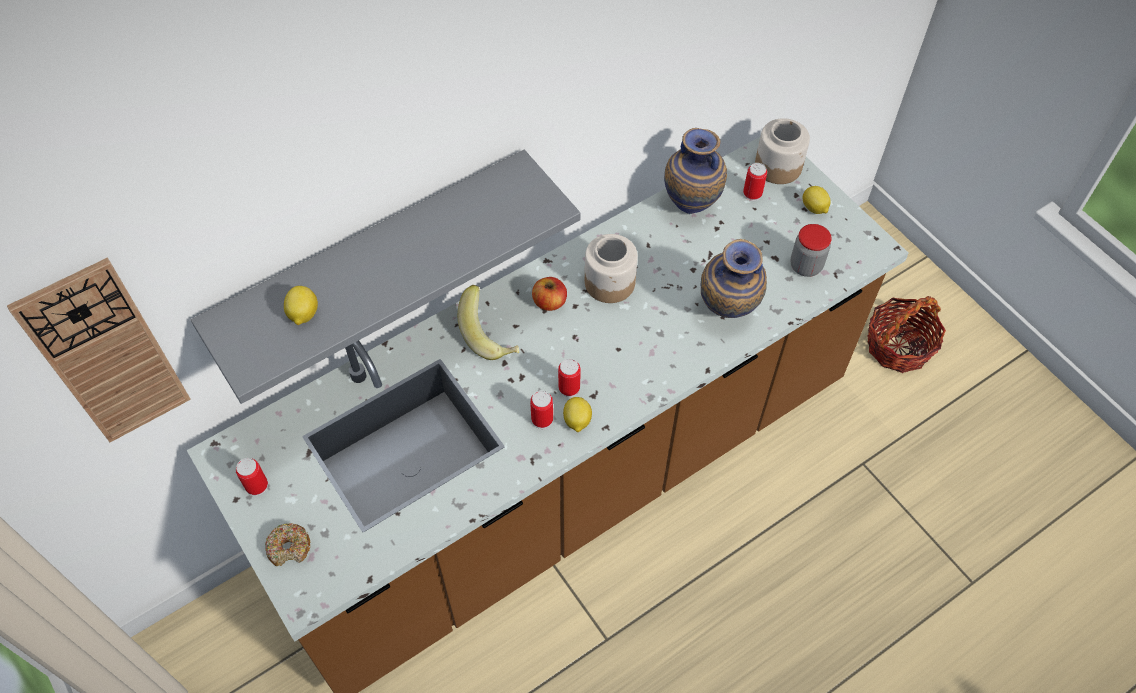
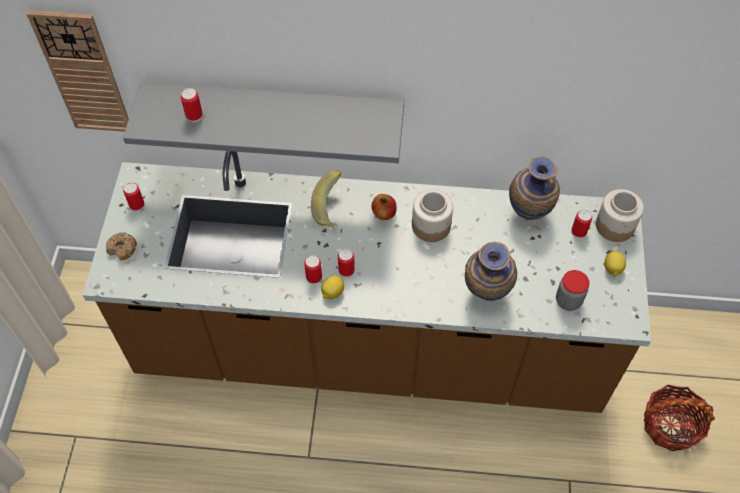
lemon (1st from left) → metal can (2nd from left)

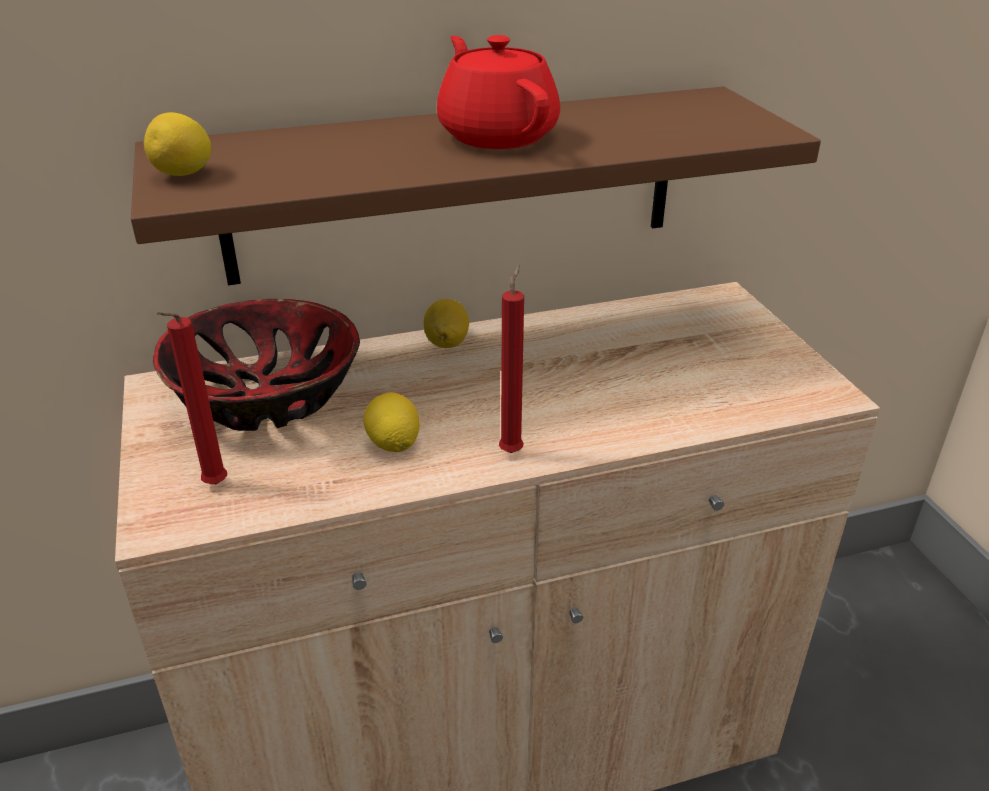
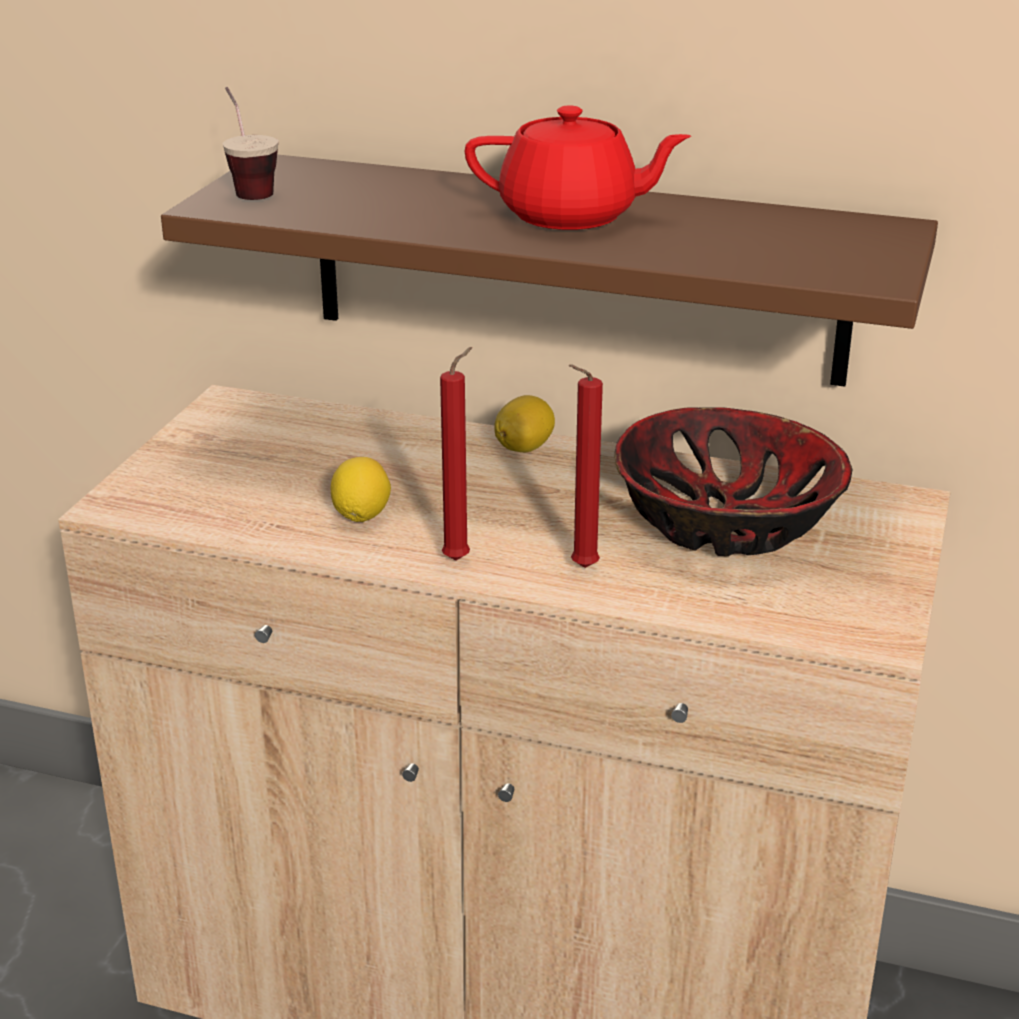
lemon (1st from left) → cup
red-coloured pot for tea, 90 degrees clockwise
red-coloured wax light (1st from left in the first image) → red-coloured wax light (2nd from left), move
deep dish, move

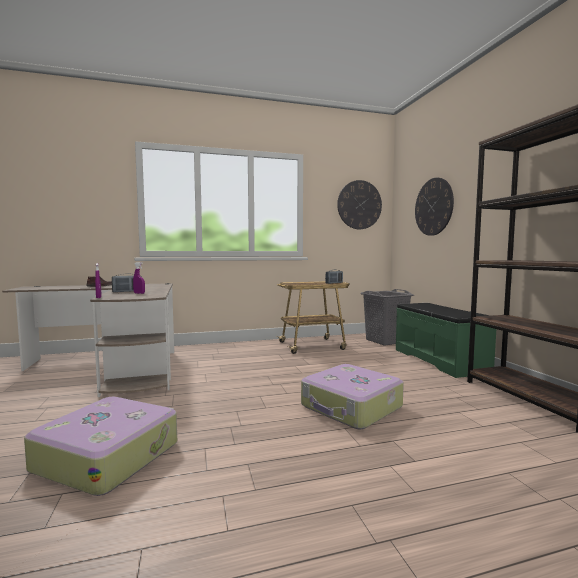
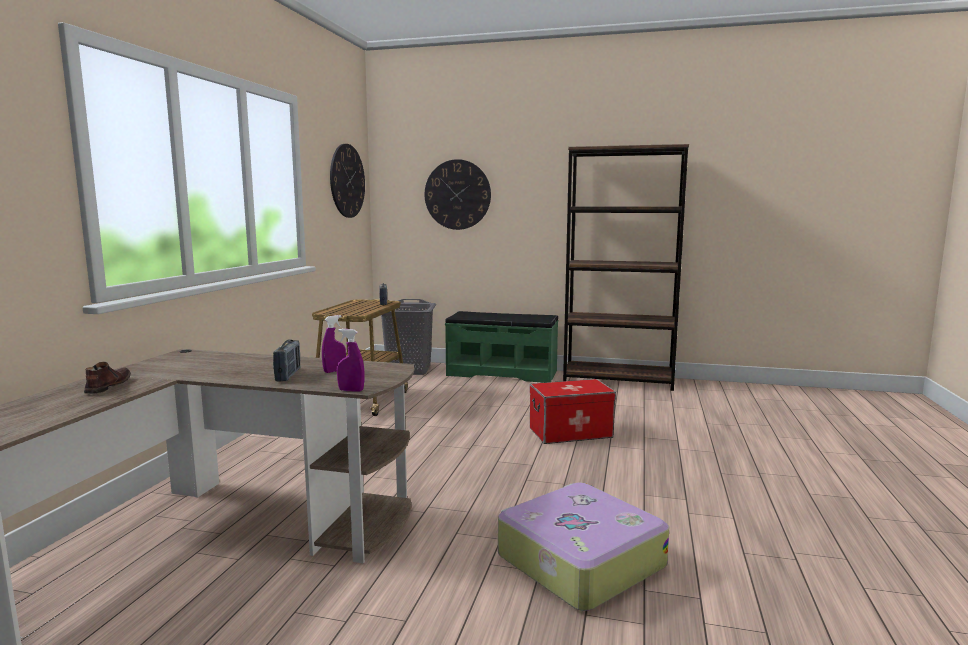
suitcase (2nd from left) → storage box

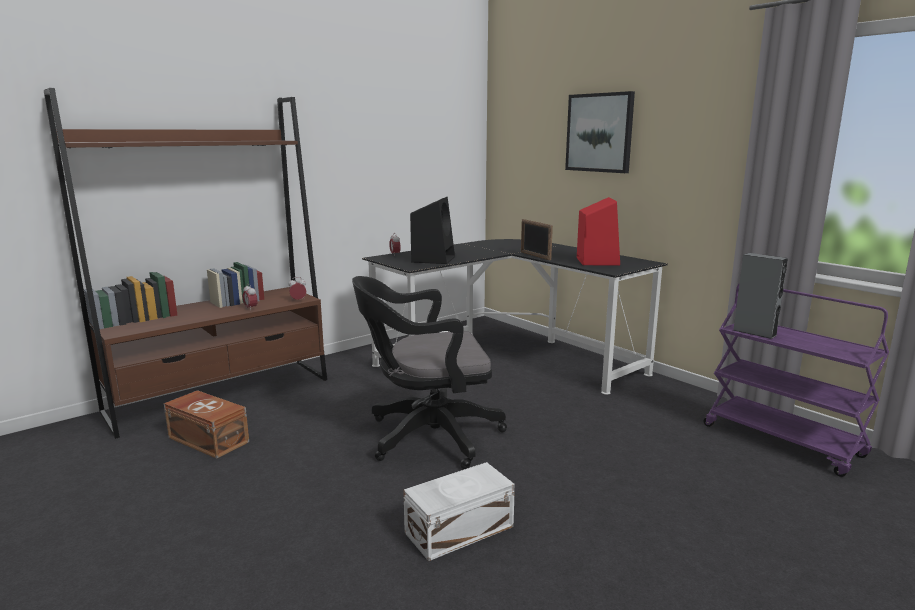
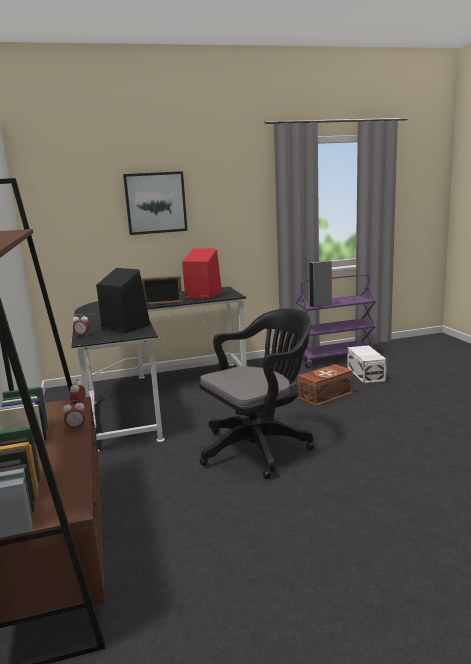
black-coloured computer chair, 135 degrees counterclockwise
brown storage box, move
white-coloured storage box, move

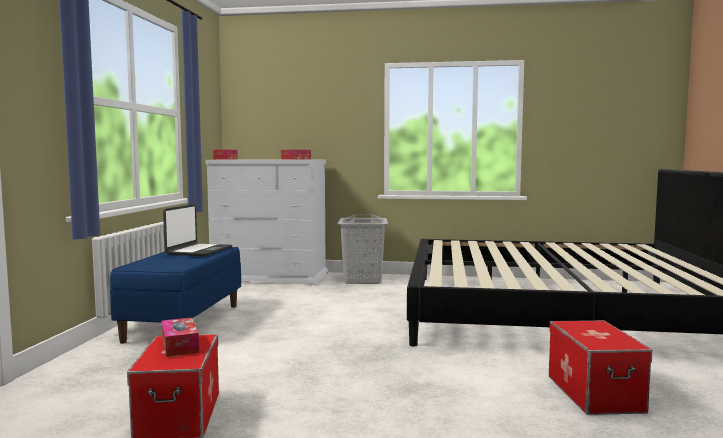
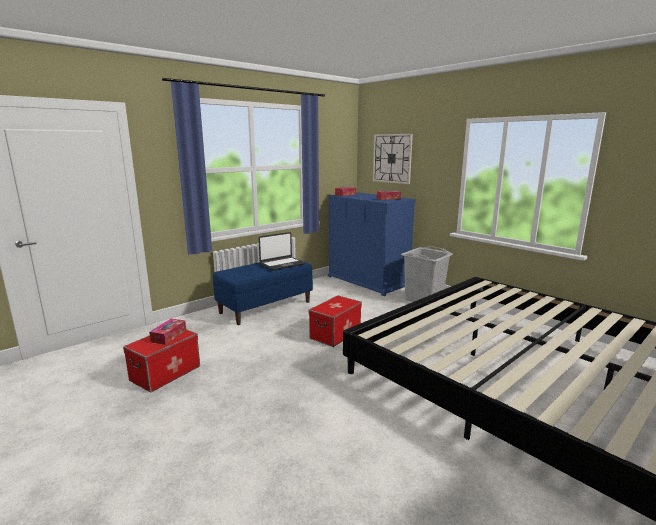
storage box (2nd from left), move
white-coloured drawer chest → blue drawer chest
- → clock on the wall

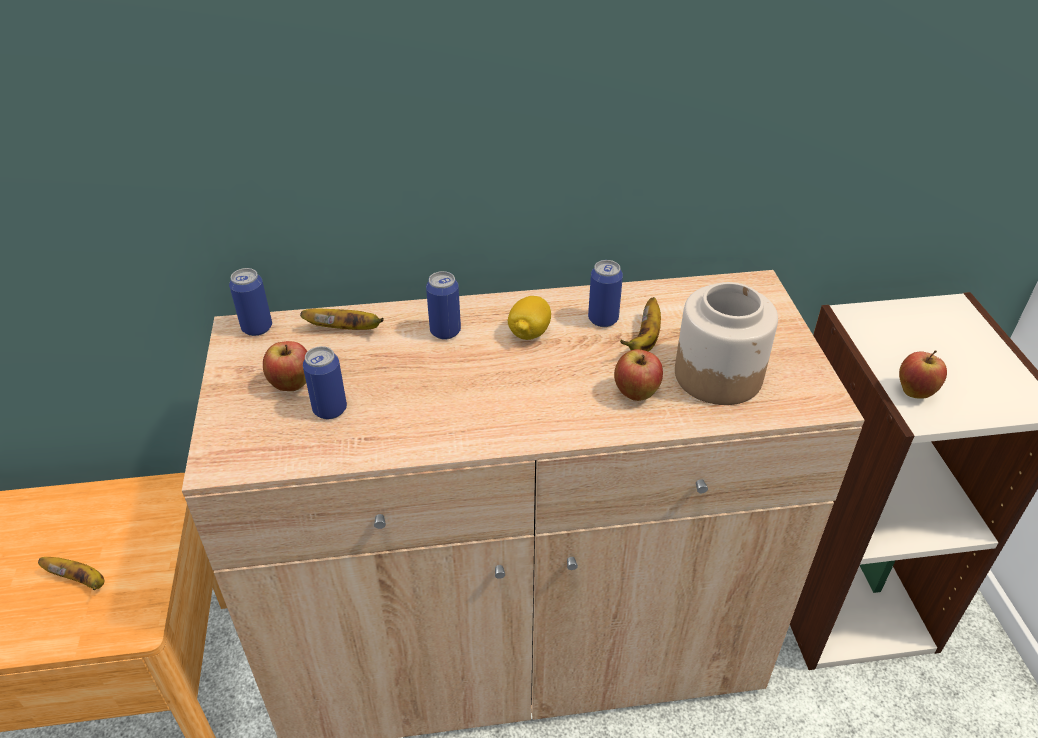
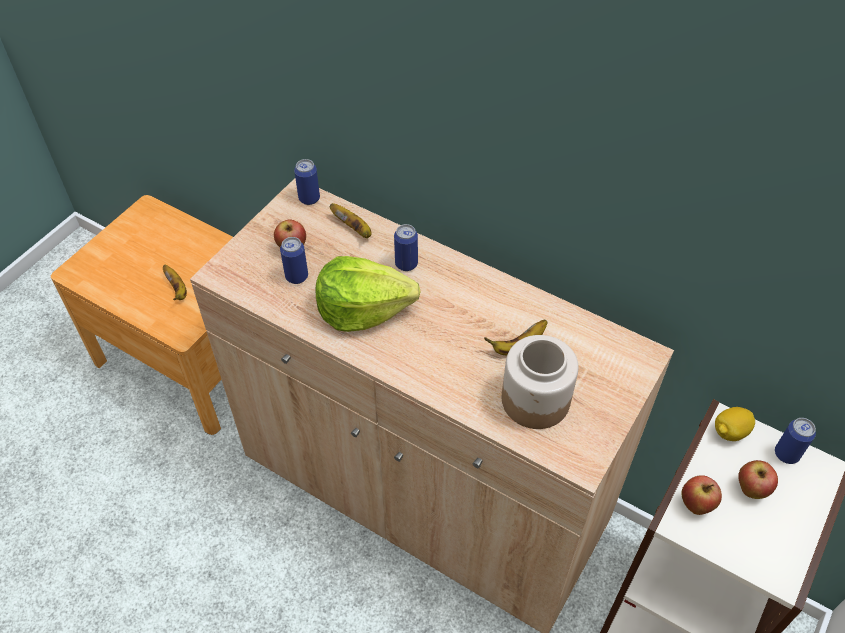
- → lettuce head
lemon, move
whole apple (2nd from left in the first image) → whole apple (3rd from left), move
metal can (4th from left), move

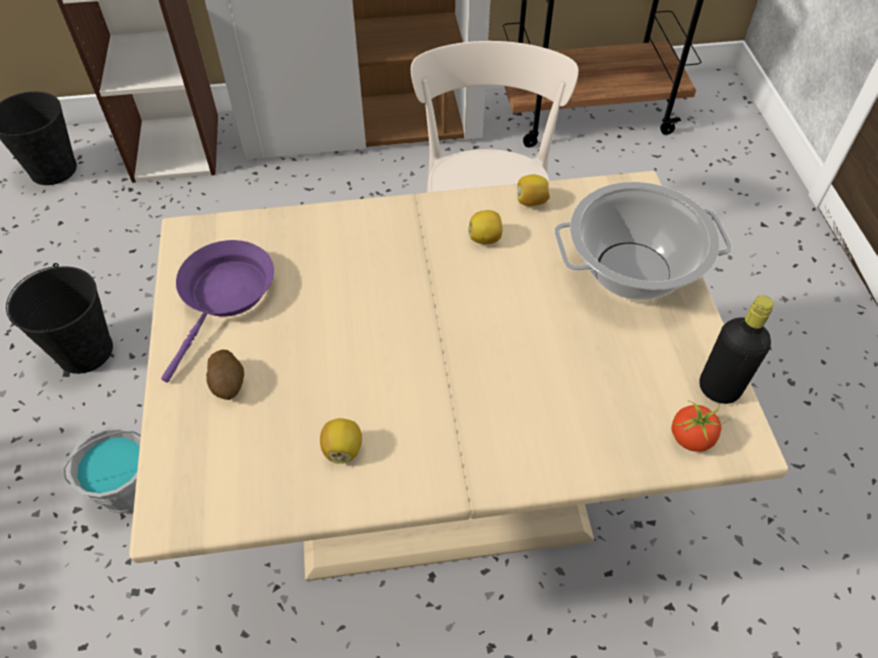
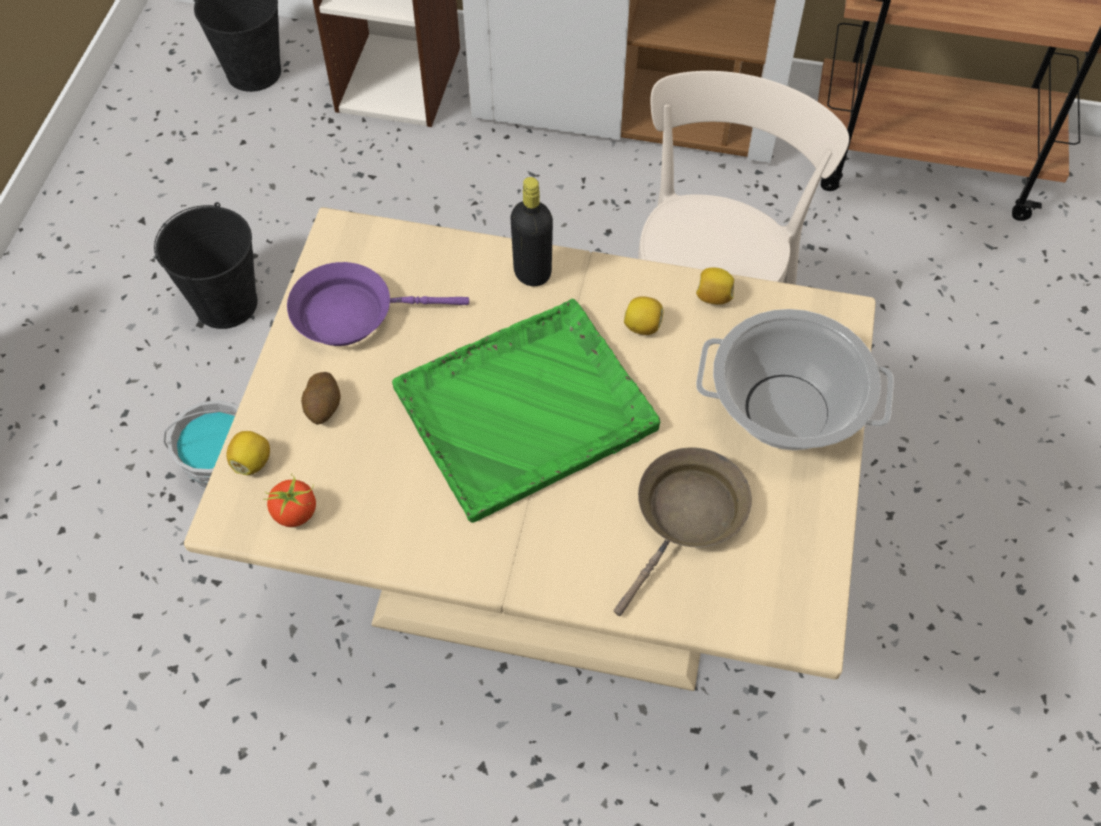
lemon (1st from left), move
whole tomato, move
purple-coloured pan, 135 degrees counterclockwise
- → green carrying tray
black-coloured beverage bottle, move
- → brown pan

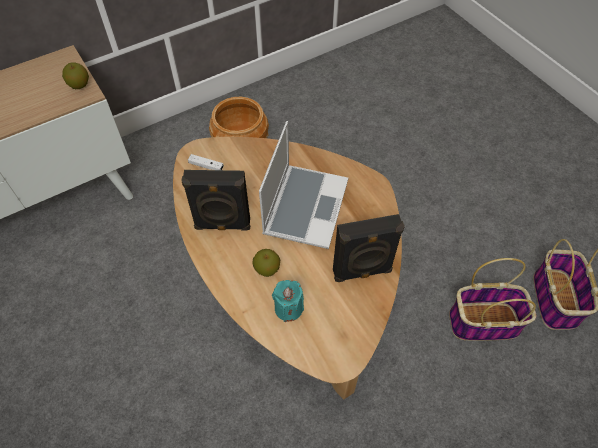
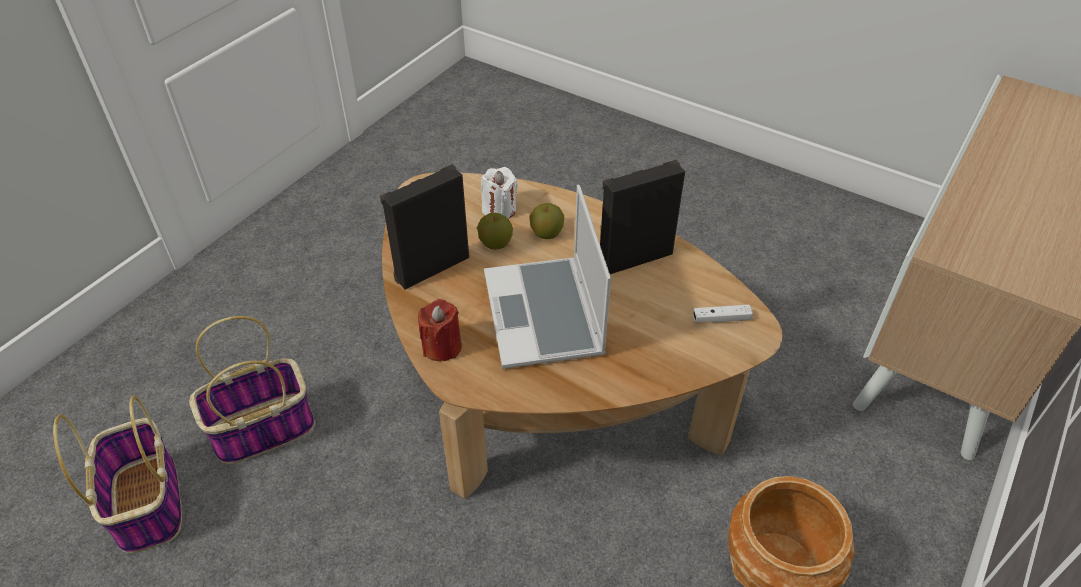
- → red-coloured wax light
whole apple (1st from left), move
turquoise-coloured wax light → white-coloured wax light

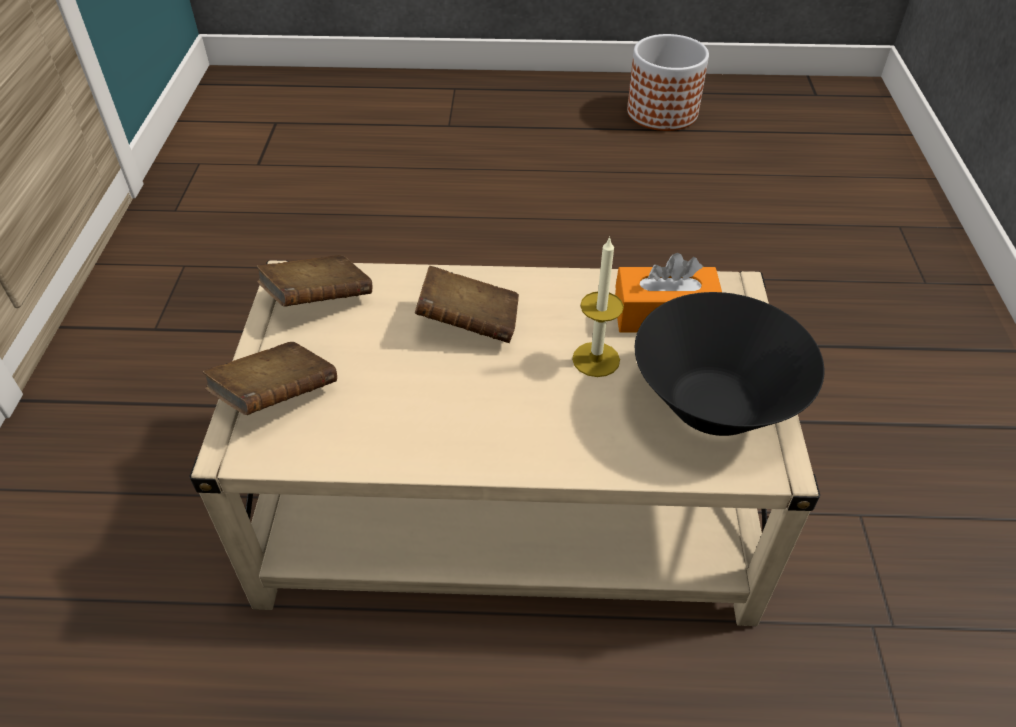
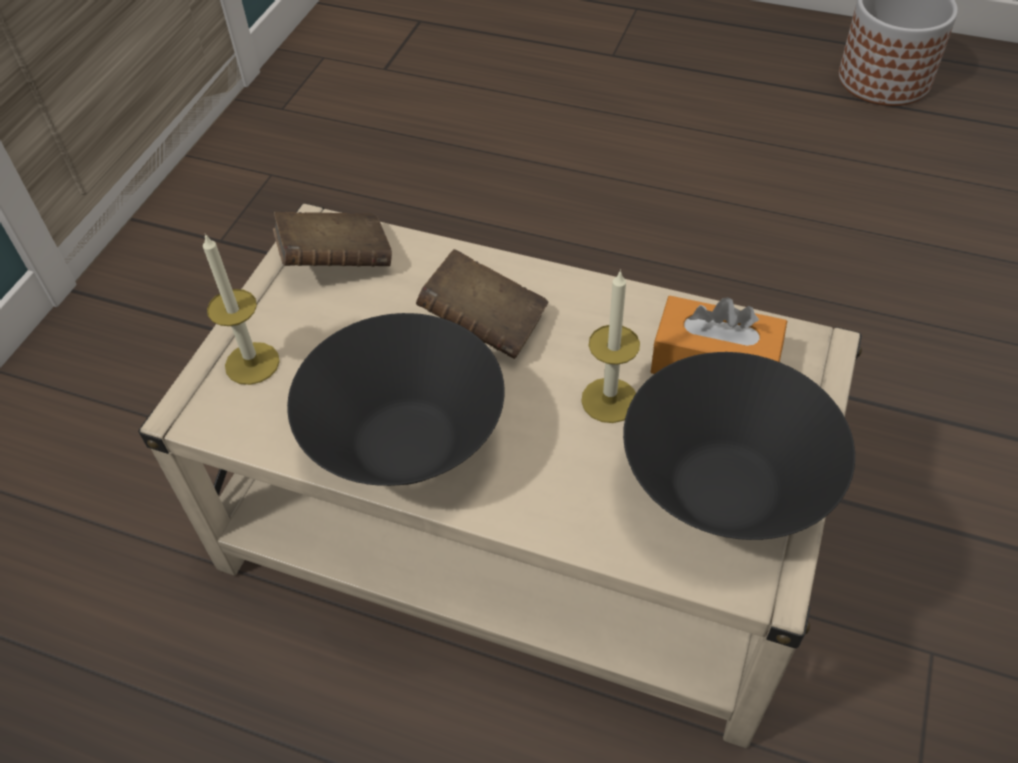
brown volume (1st from left) → wax light (1st from left)
- → black-coloured deep dish (1st from left)

